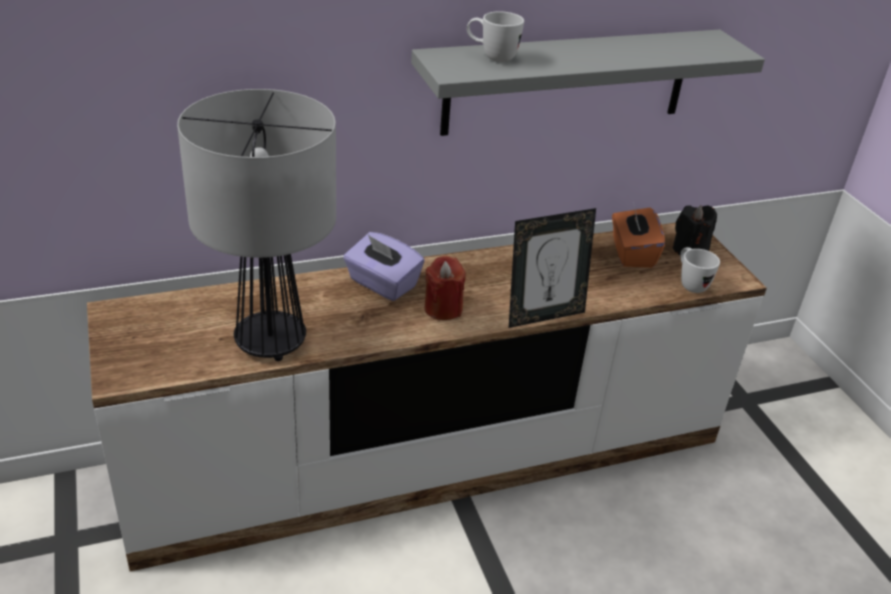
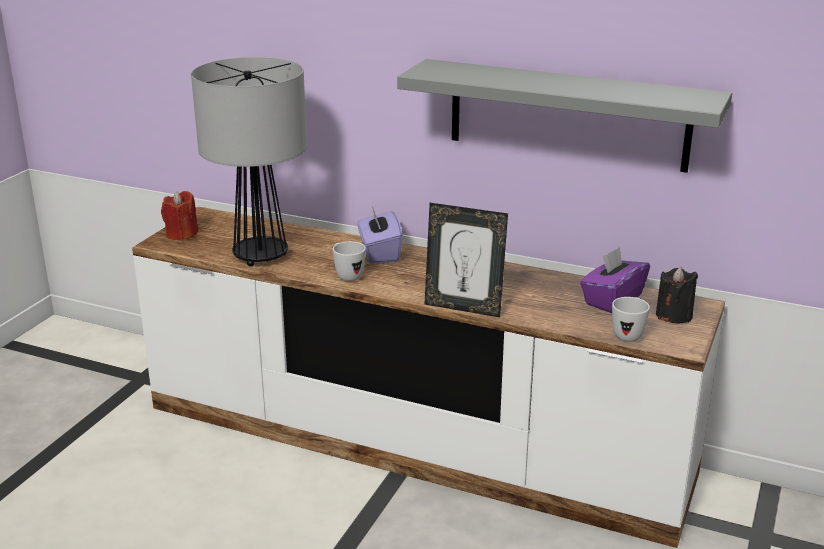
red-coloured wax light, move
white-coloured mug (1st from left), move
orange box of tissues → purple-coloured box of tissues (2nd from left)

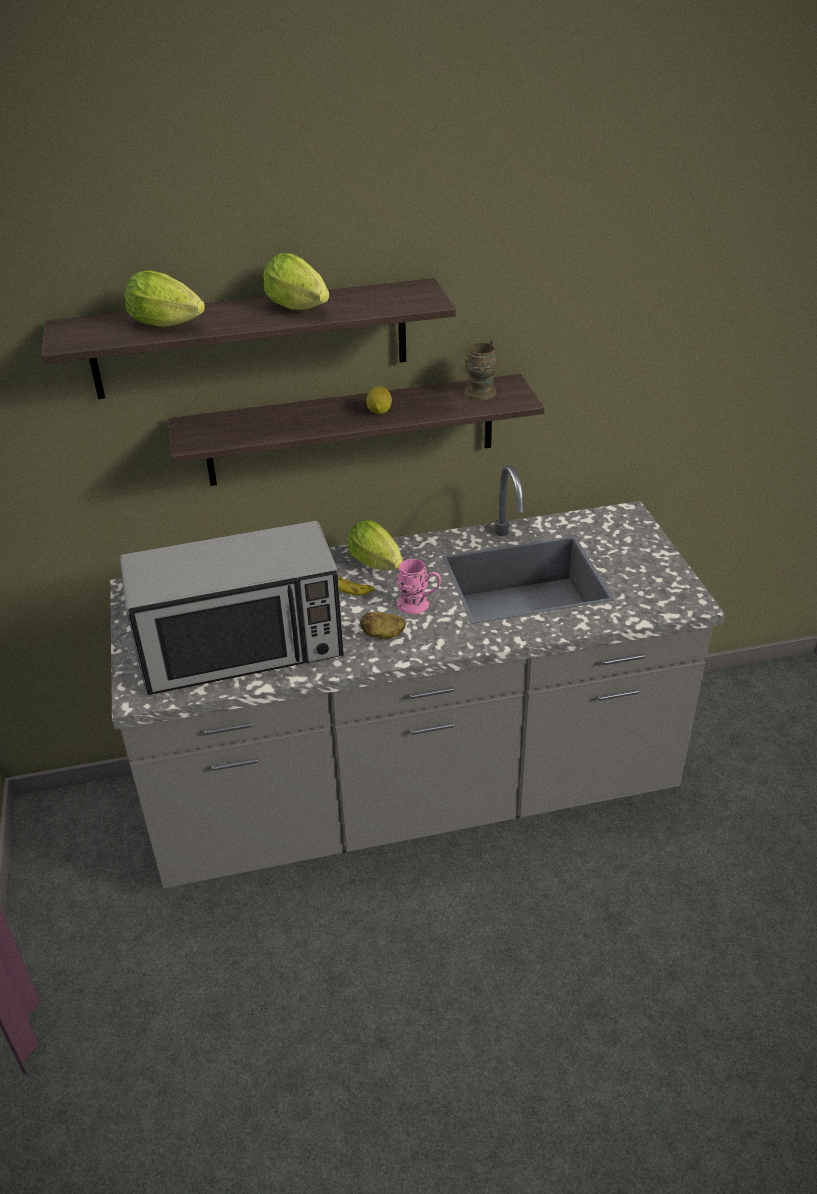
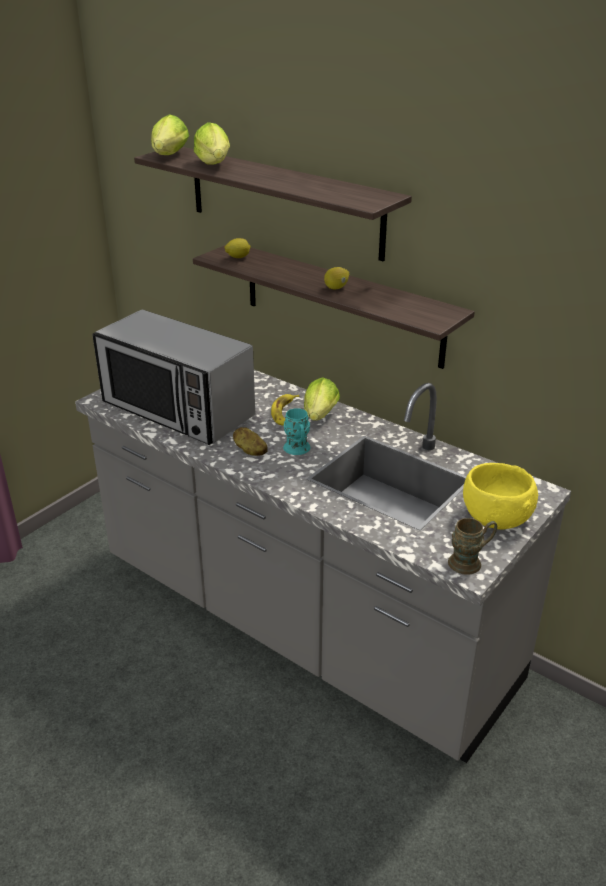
lettuce head (2nd from left in the first image) → lettuce head (1st from left), move
- → lemon (1st from left)
pink mug → turquoise-coloured mug
brown mug, move
- → yellow deep dish

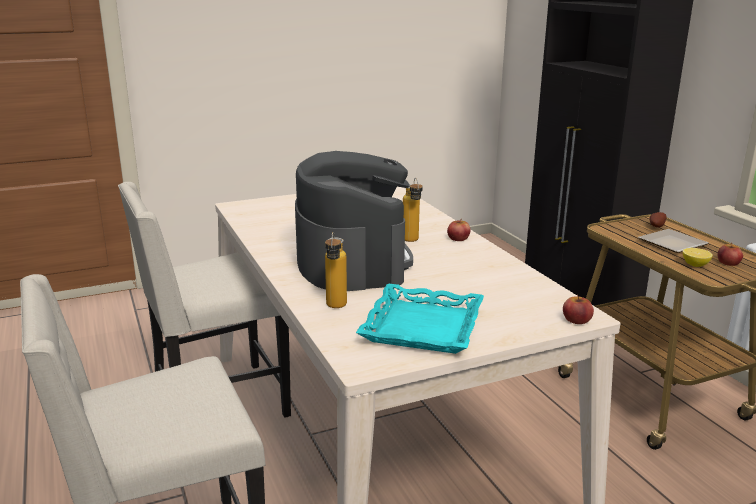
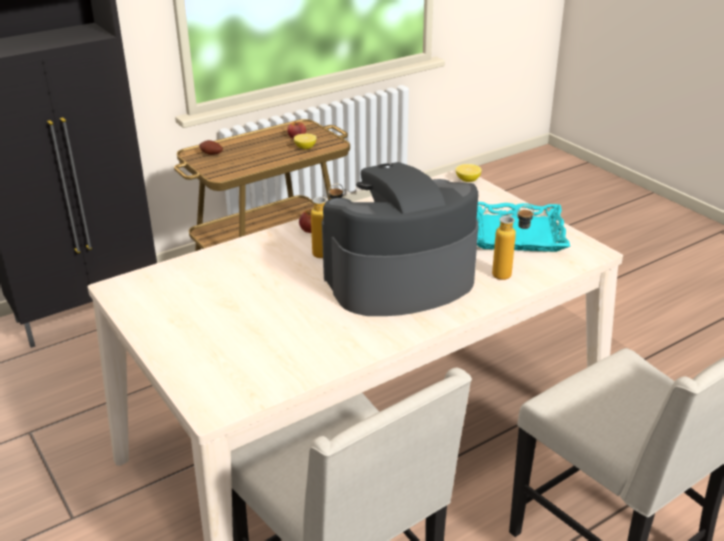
whole apple (2nd from left) → lemon (2nd from left)
plate → -

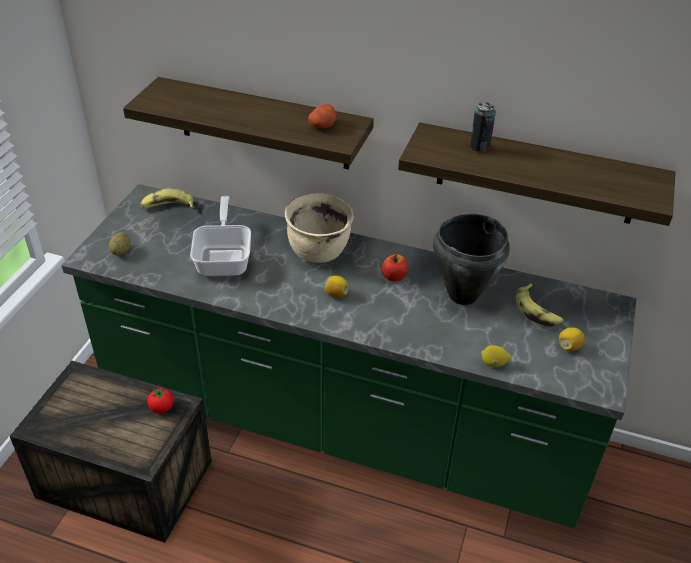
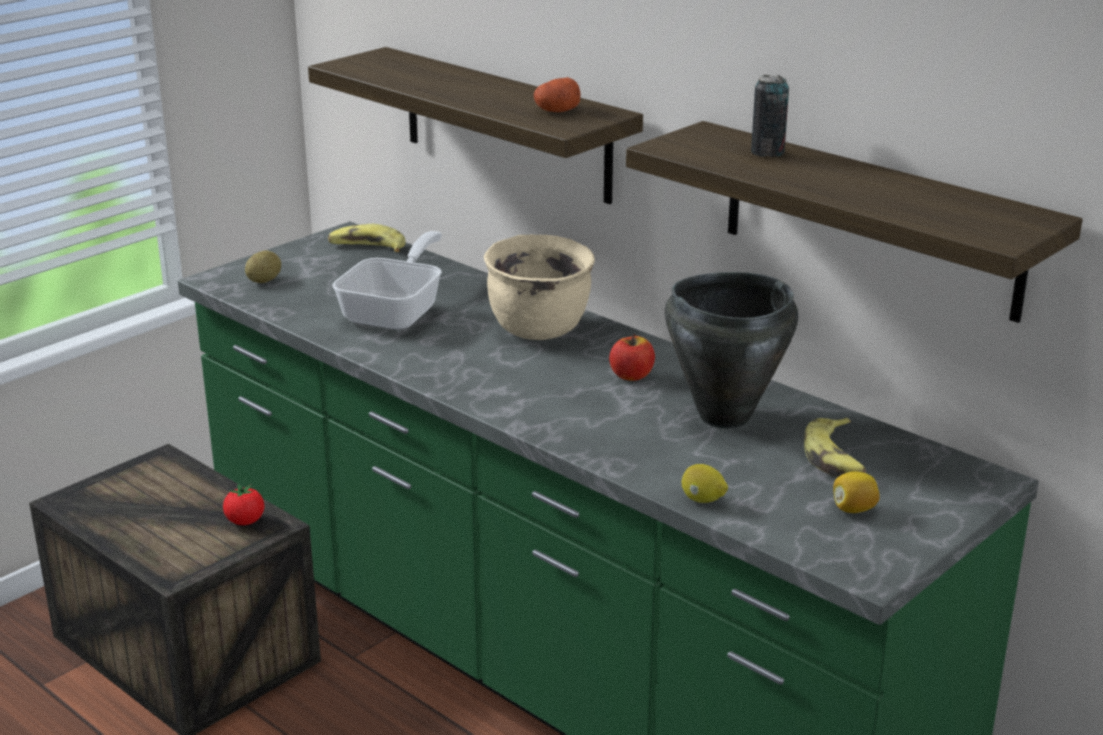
lemon (1st from left) → -

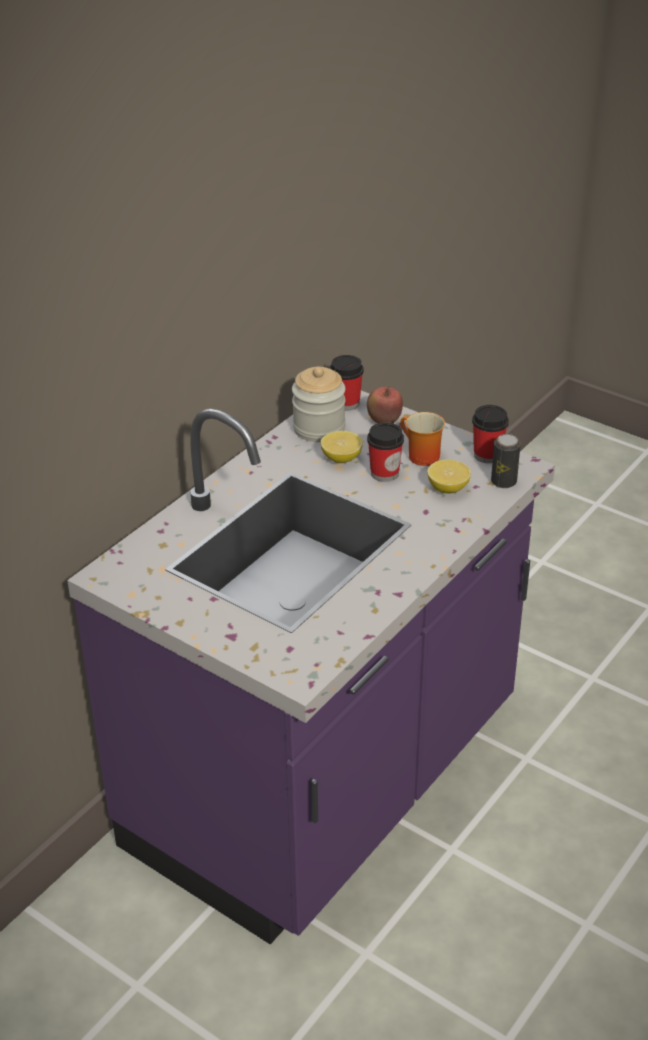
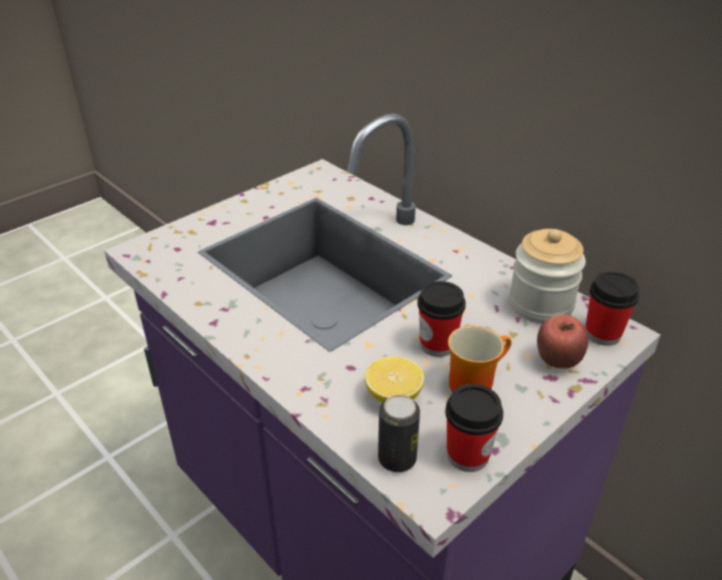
lemon (1st from left) → -

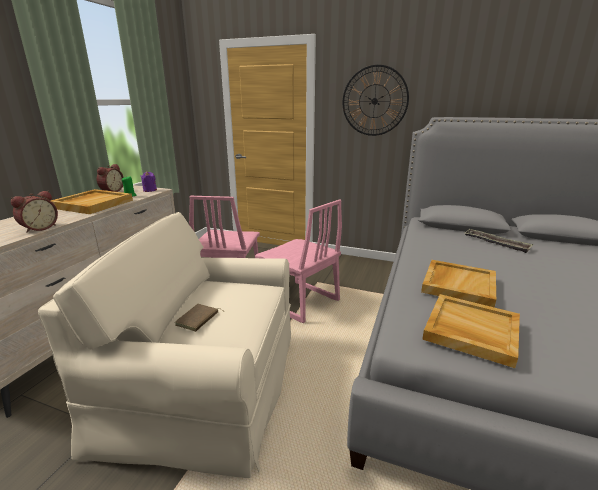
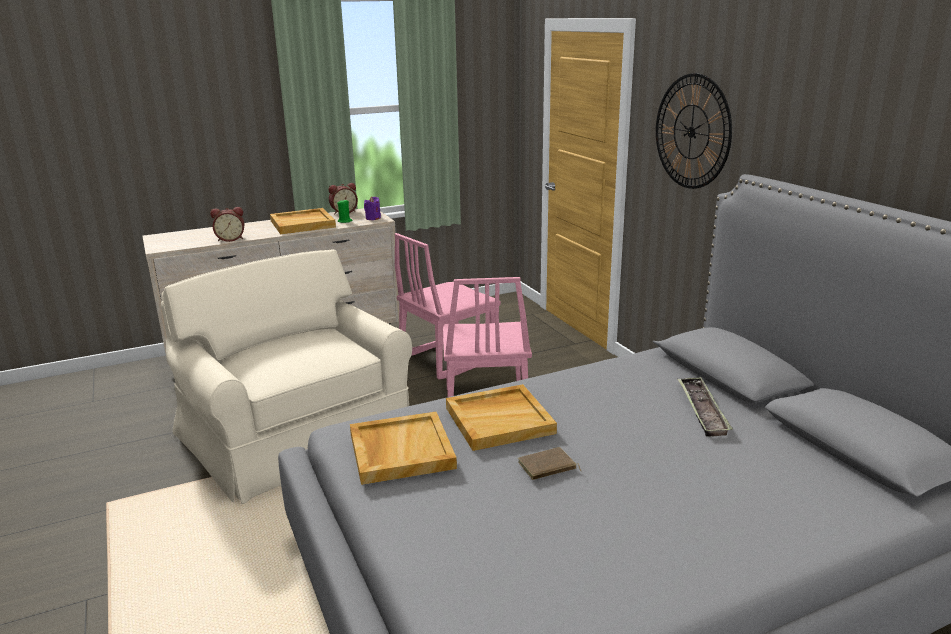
brown volume, move

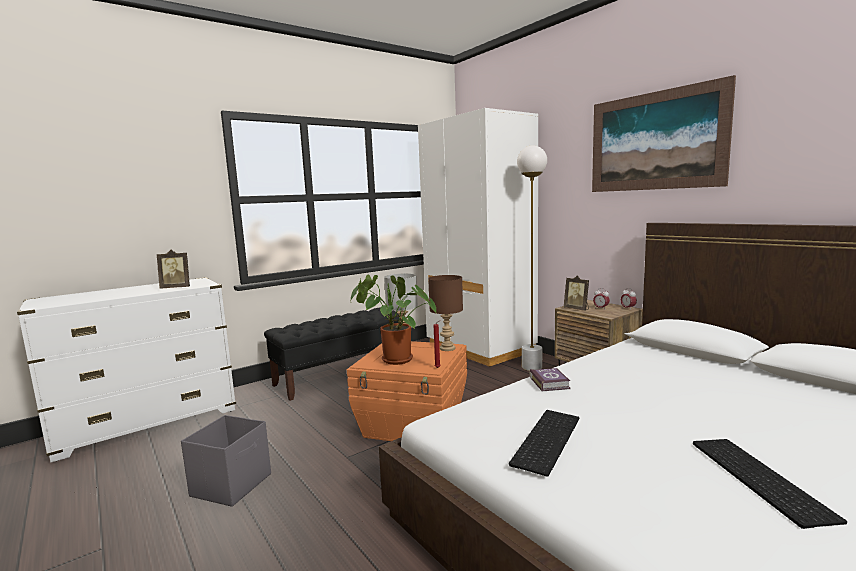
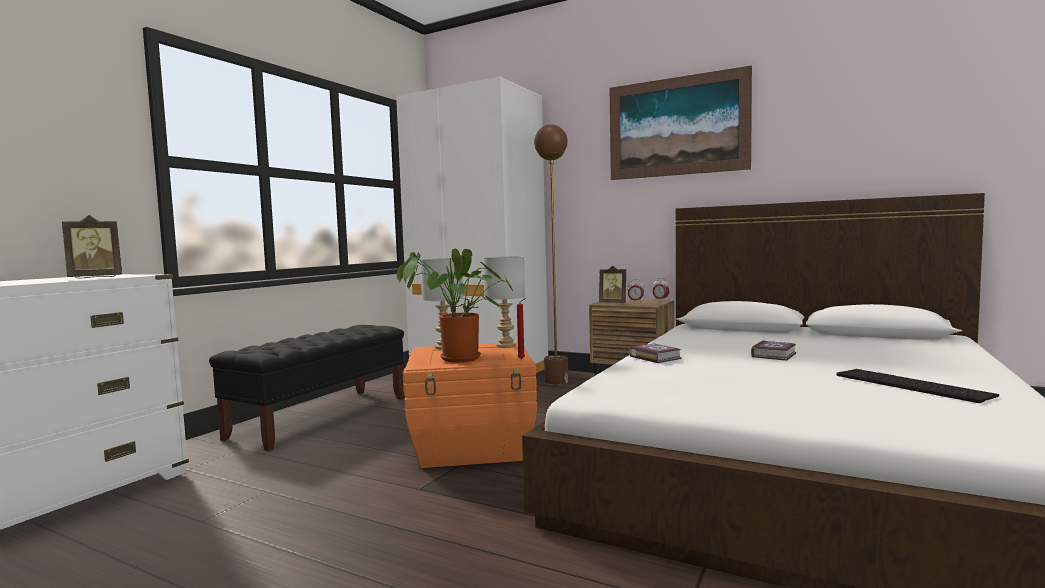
brown table lamp → greyish table lamp (2nd from left)
white-coloured standard lamp → brown standard lamp
- → volume (2nd from left)
greyish storage box → -
computer keyboard (1st from left) → -

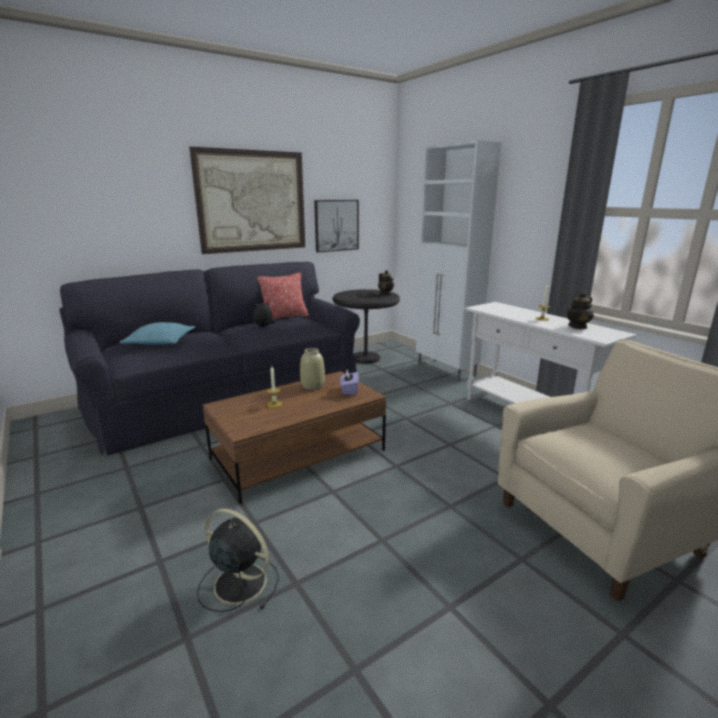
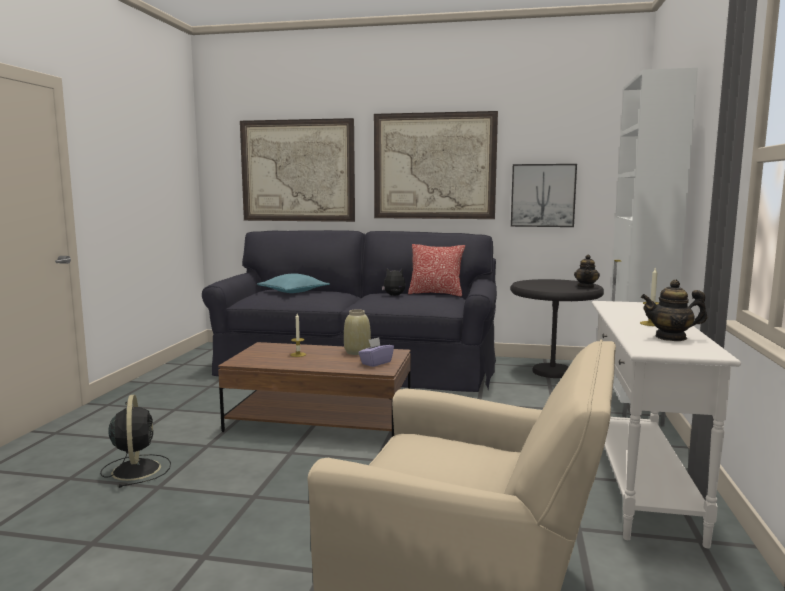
- → picture (1st from left)

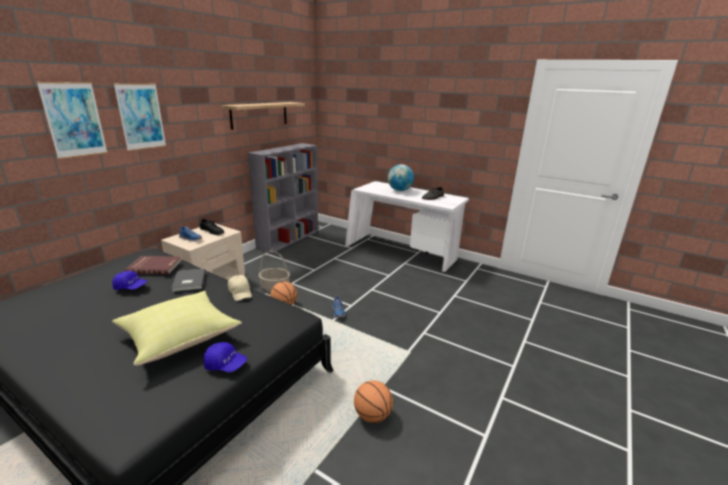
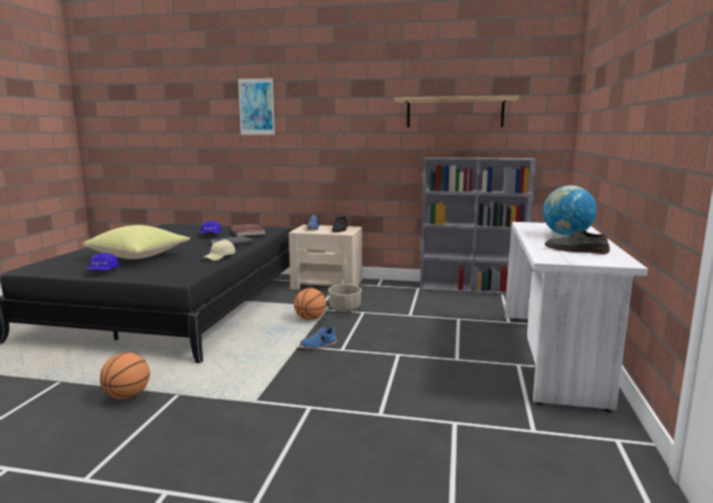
picture (2nd from left) → -

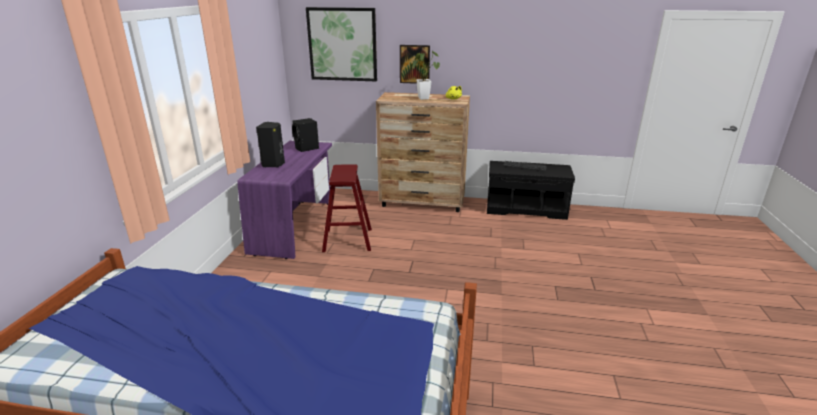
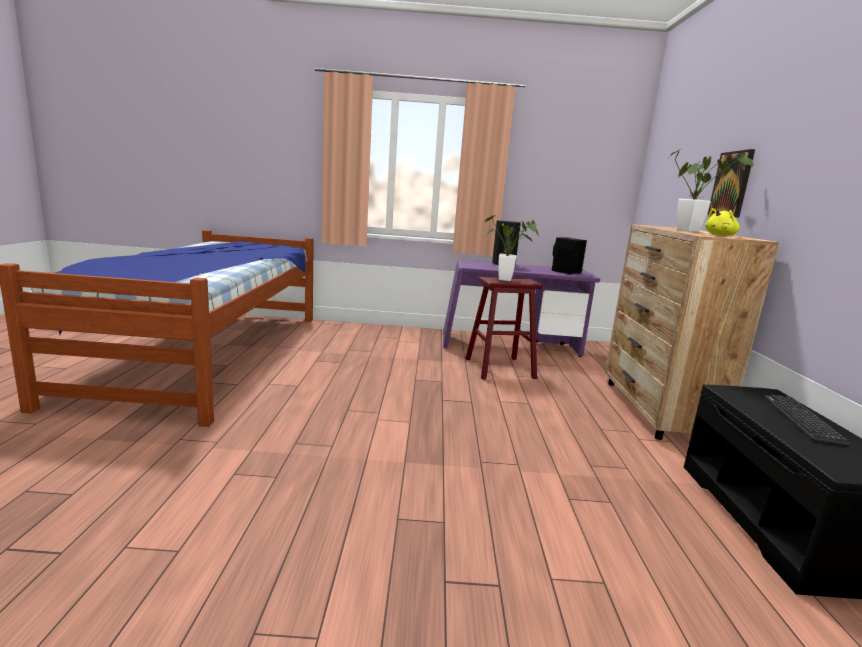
- → potted plant (1st from left)
picture (1st from left) → -

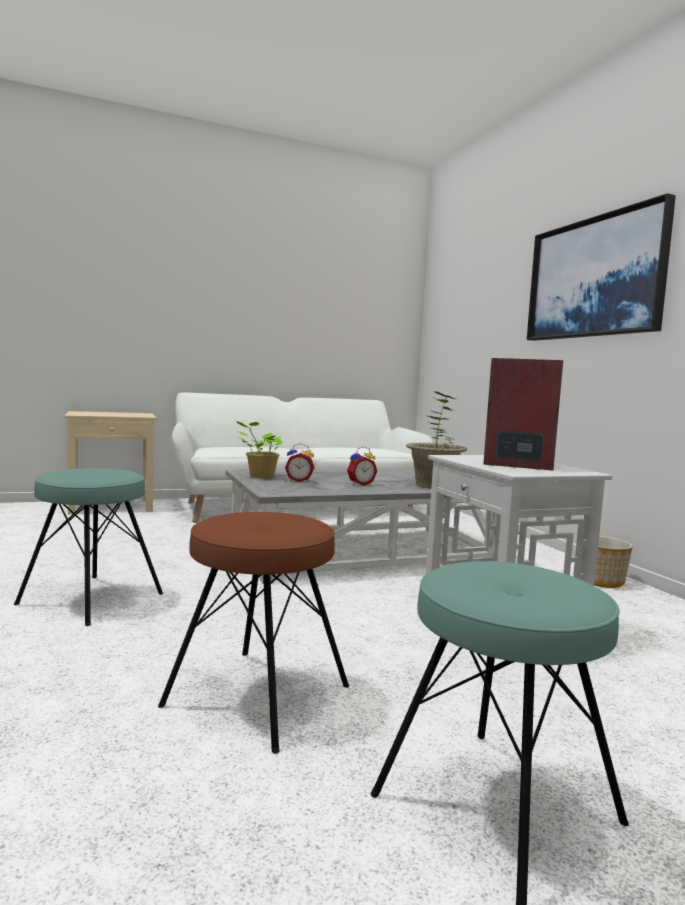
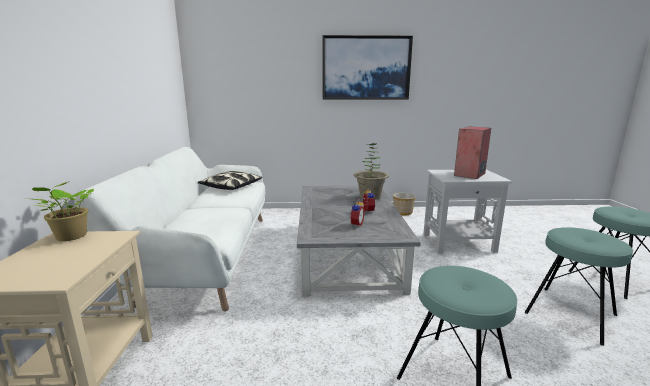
potted plant (1st from left), move
- → throw pillow
brown stool → turquoise-coloured stool (2nd from left)

